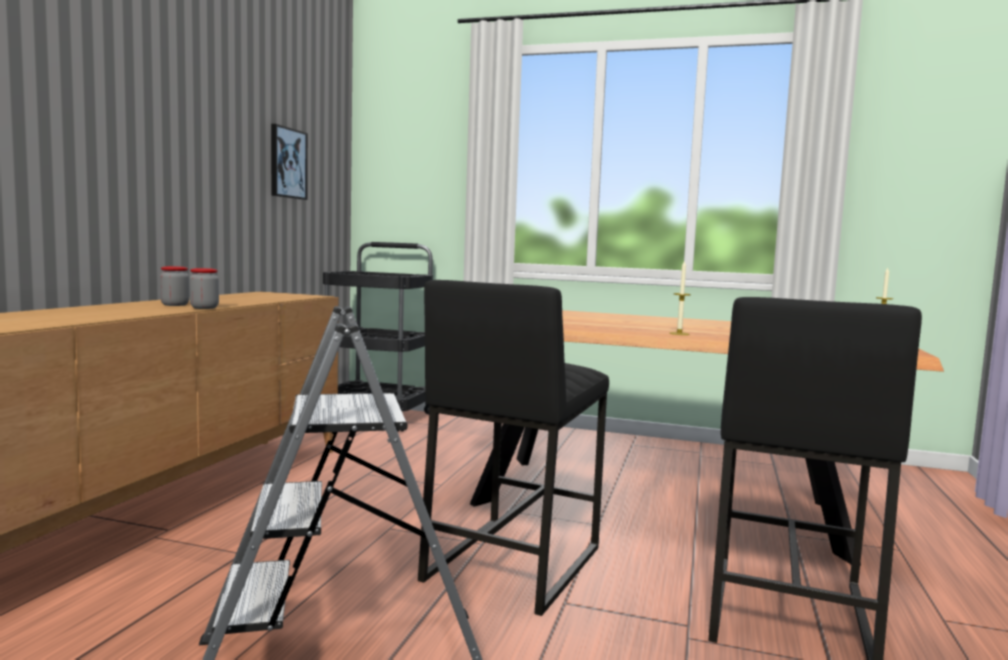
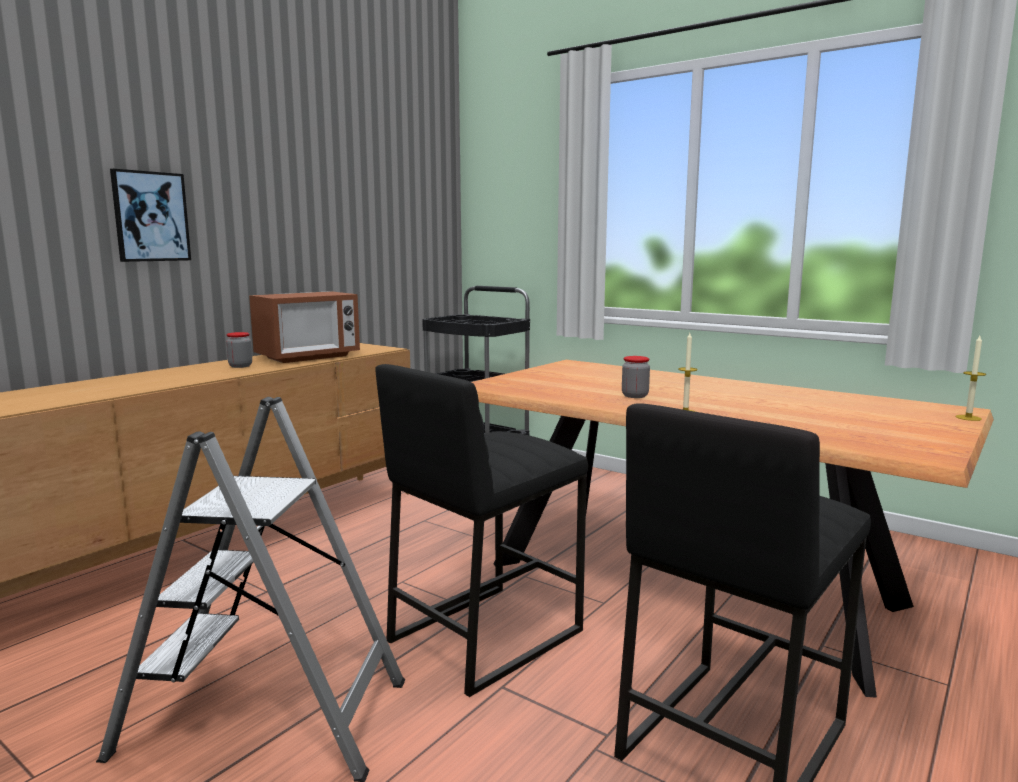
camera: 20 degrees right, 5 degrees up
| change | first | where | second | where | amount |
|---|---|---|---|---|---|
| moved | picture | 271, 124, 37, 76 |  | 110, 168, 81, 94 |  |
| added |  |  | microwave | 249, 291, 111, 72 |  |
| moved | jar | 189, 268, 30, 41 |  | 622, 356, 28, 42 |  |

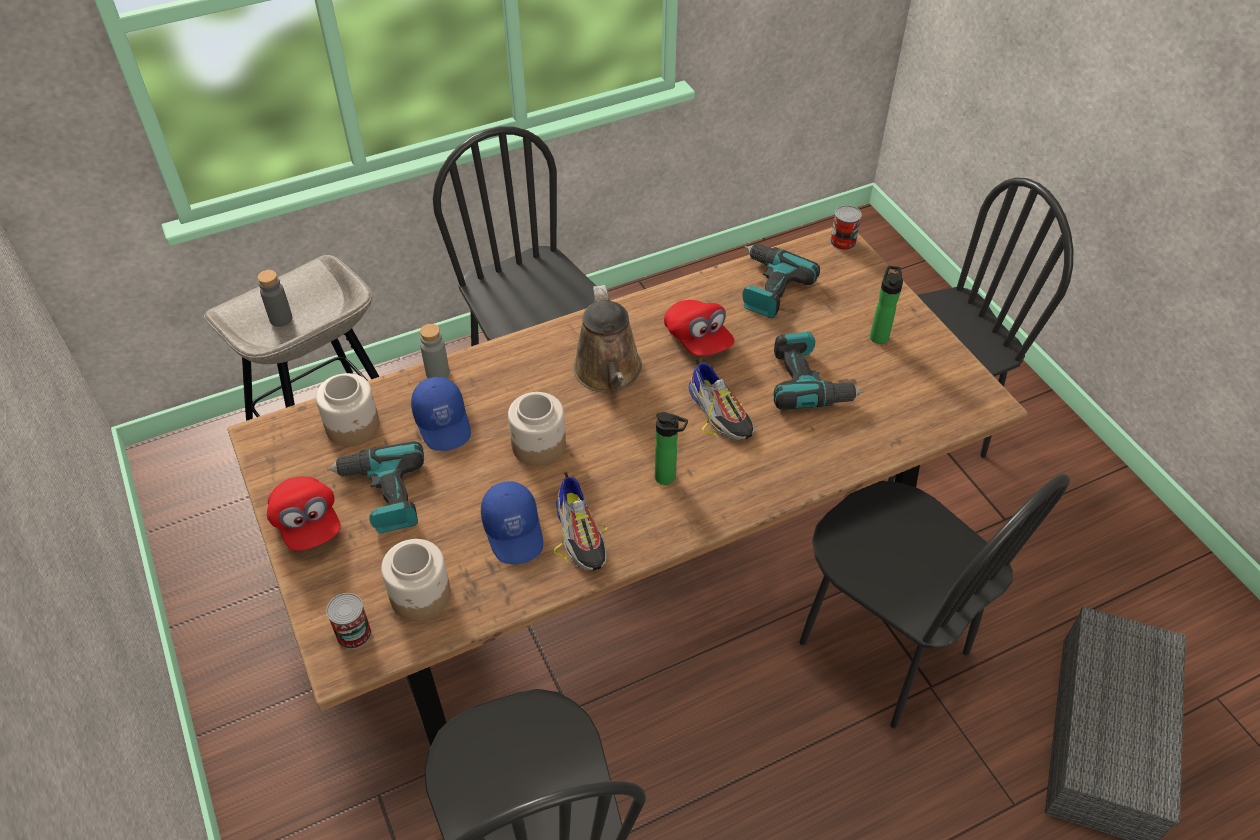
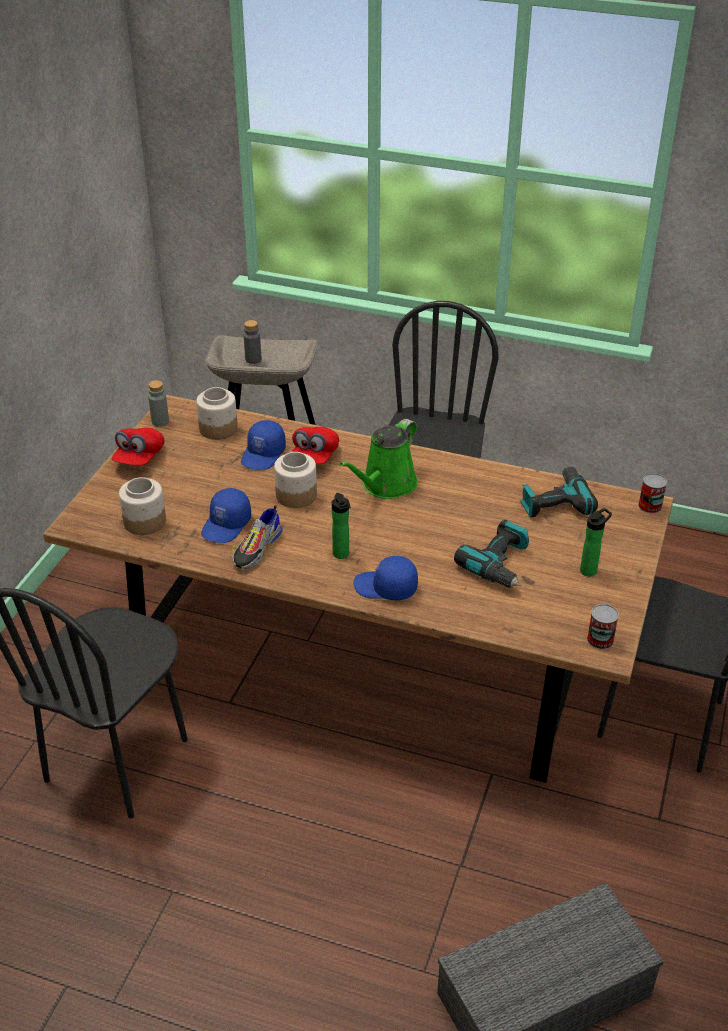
camera: 45 degrees right, 10 degrees down
| change | first | where | second | where | amount |
|---|---|---|---|---|---|
| moved | grey bottle | 420, 324, 29, 54 |  | 148, 380, 21, 47 |  |
| moved | red cap | 664, 300, 71, 56 |  | 292, 427, 47, 37 |  |
| recoloured | brown watering can | 573, 285, 69, 107 | green watering can | 340, 419, 78, 80 |  |
| added |  |  | blue cap | 353, 556, 65, 44 |  |
| moved | can | 326, 593, 46, 56 |  | 587, 604, 32, 46 |  |
| removed | power drill | 327, 441, 97, 92 |  |  |  |
| removed | shoe | 688, 359, 67, 81 |  |  |  |
| removed | black chair | 800, 474, 270, 254 |  |  |  |

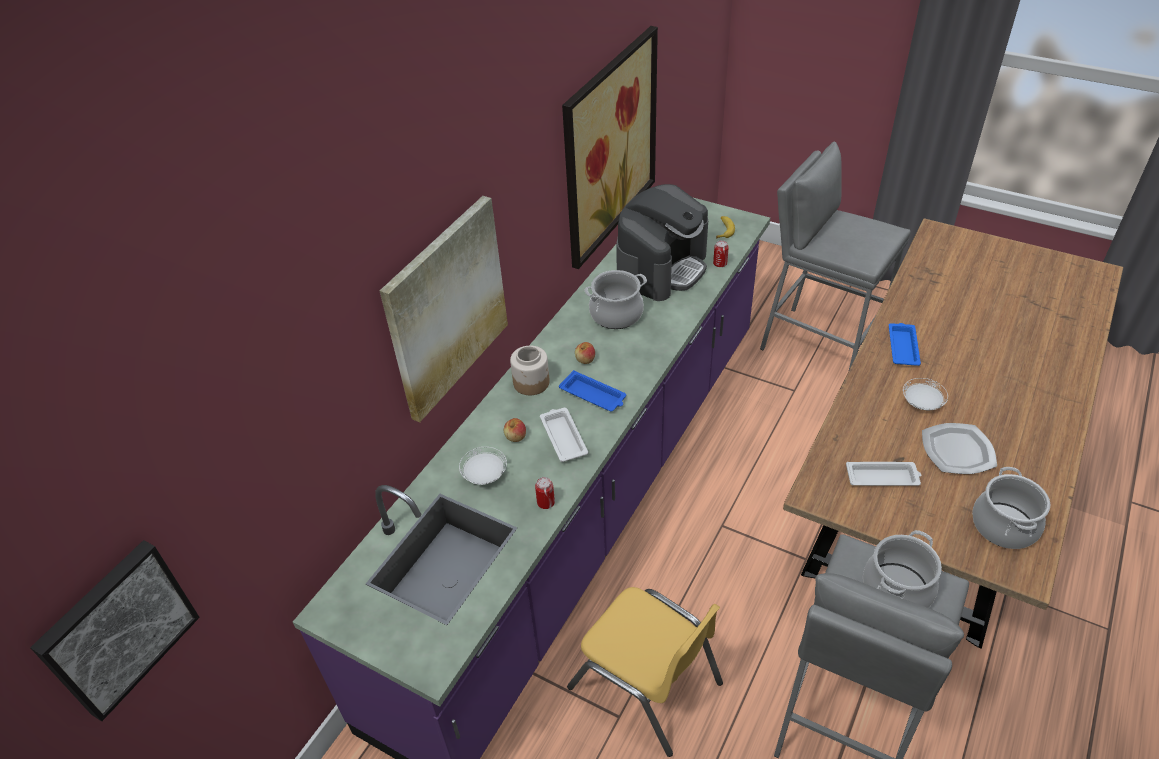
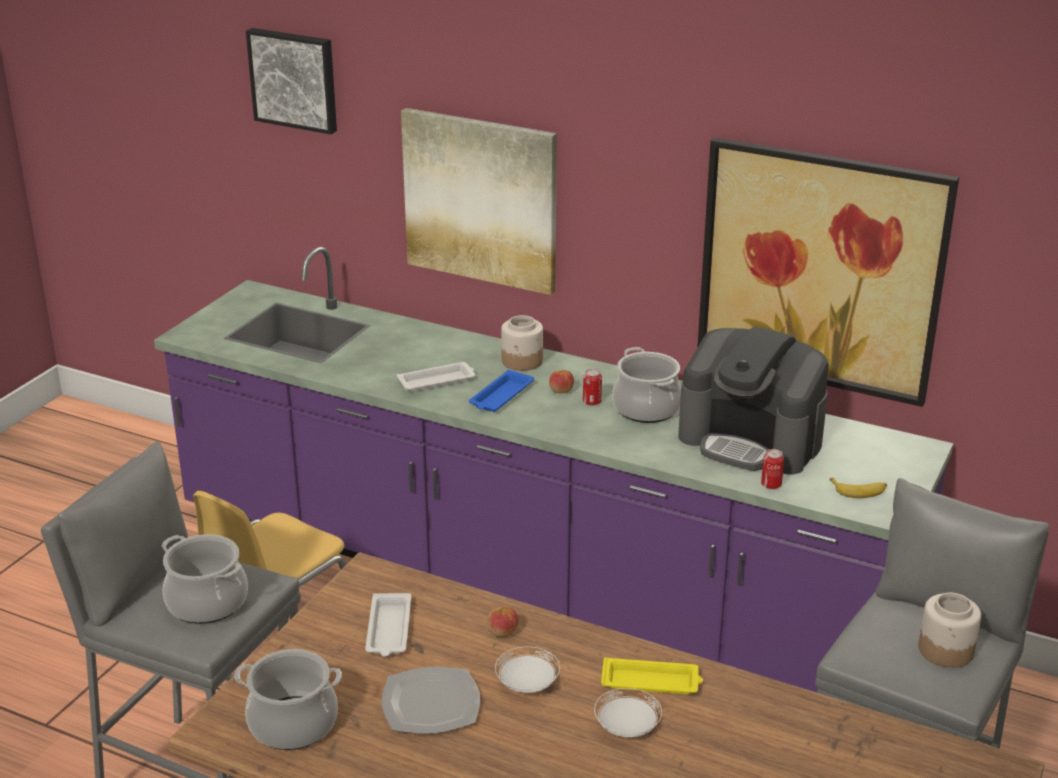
camera: 85 degrees right, 15 degrees down
| change | first | where | second | where | amount |
|---|---|---|---|---|---|
| moved | picture | 30, 540, 169, 181 |  | 246, 28, 91, 106 |  |
| moved | apple | 504, 418, 22, 24 |  | 488, 606, 30, 31 |  |
| moved | can | 535, 477, 20, 32 |  | 583, 369, 19, 37 |  |
| moved | white plate | 459, 447, 48, 38 |  | 594, 688, 68, 49 |  |
| recoloured | blue tray | 889, 323, 32, 43 | yellow tray | 601, 657, 102, 37 |  |
| added |  |  | jar | 919, 593, 62, 75 |  |

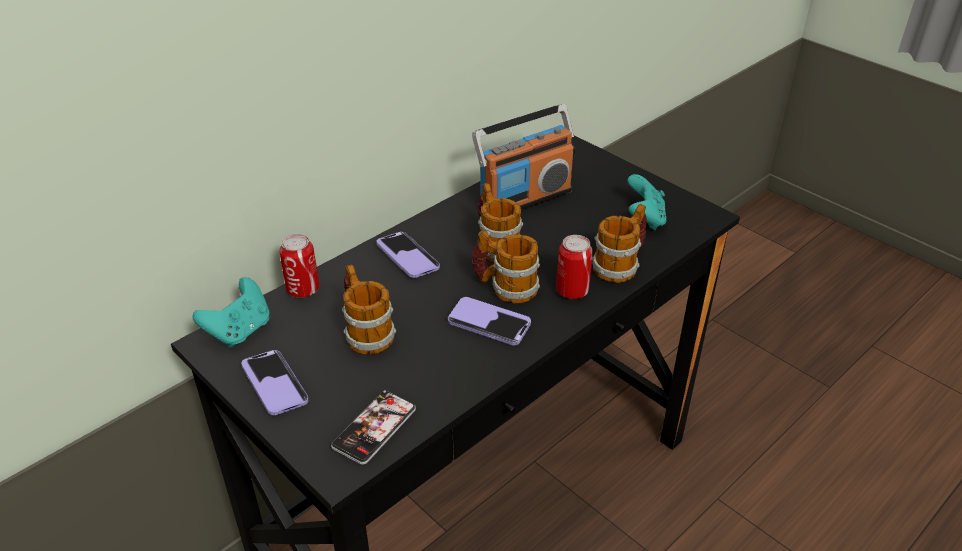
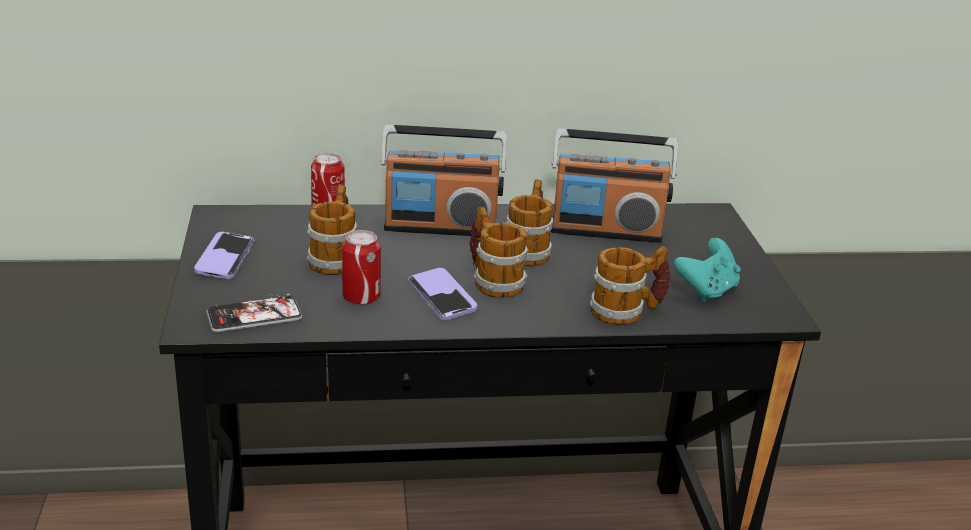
camera: 35 degrees right, 10 degrees down
| change | first | where | second | where | amount |
|---|---|---|---|---|---|
| moved | can | 556, 235, 37, 64 |  | 342, 230, 39, 75 |  |
| replaced | phone | 376, 232, 64, 46 | radio | 380, 125, 127, 111 |  |
| removed | turquoise game controller | 193, 277, 77, 70 |  |  |  |

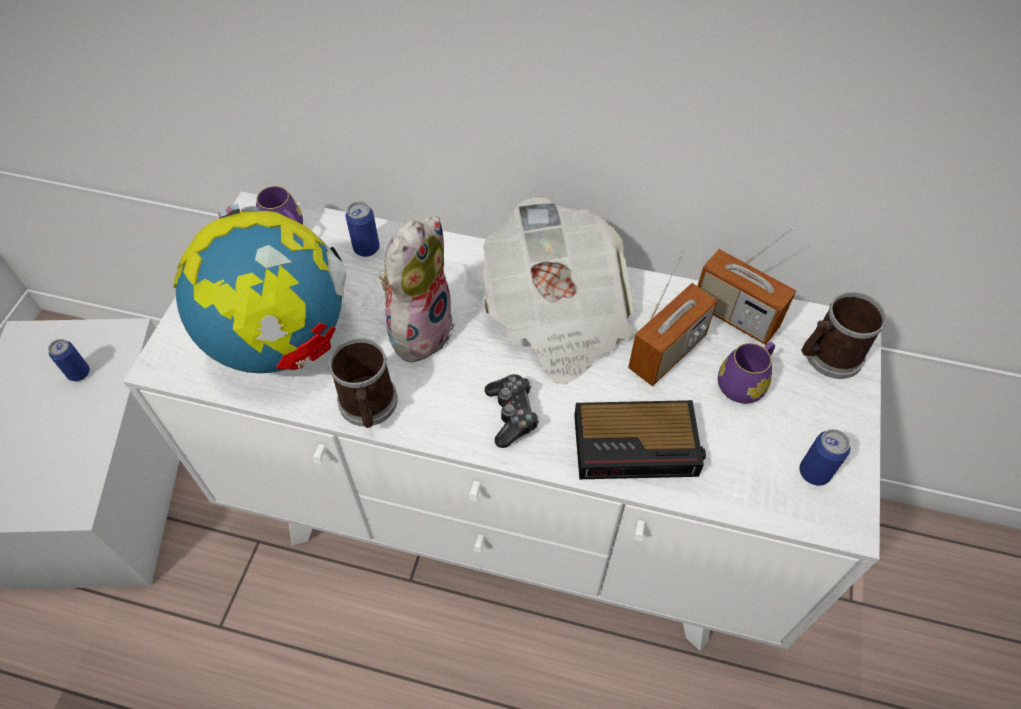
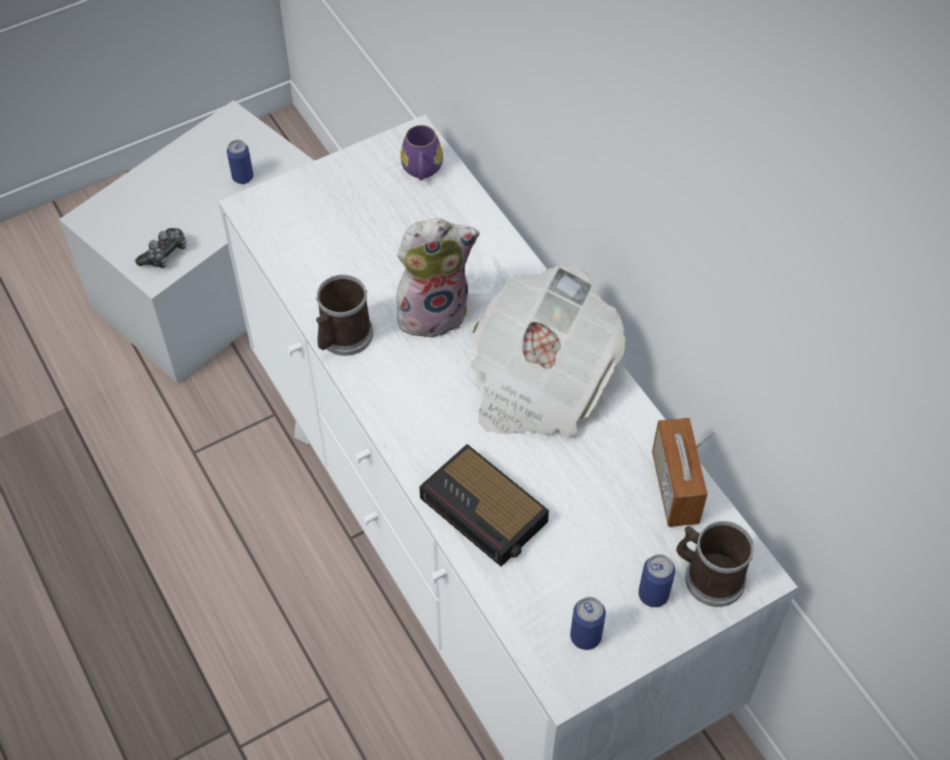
camera: 45 degrees right, 0 degrees up
| change | first | where | second | where | amount |
|---|---|---|---|---|---|
| moved | game controller | 485, 374, 54, 74 |  | 135, 228, 52, 40 |  |
| moved | can | 345, 201, 34, 56 |  | 638, 554, 37, 53 |  |
| removed | globe | 173, 204, 173, 169 |  |  |  |
| removed | radio | 628, 250, 90, 136 |  |  |  |
| removed | purple mug | 718, 342, 57, 61 |  |  |  |

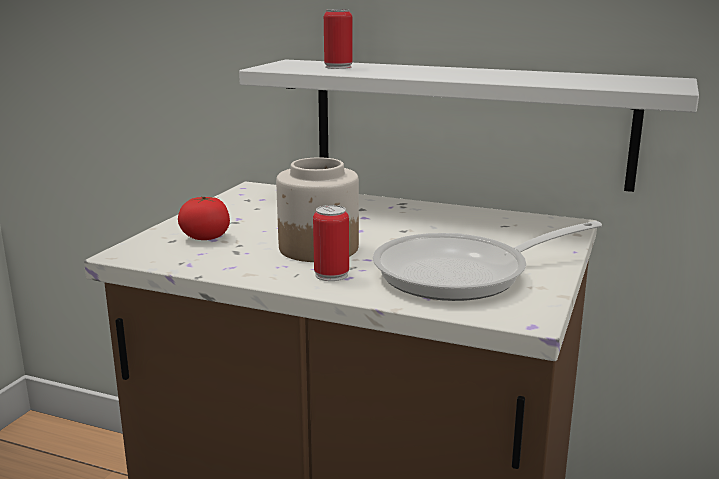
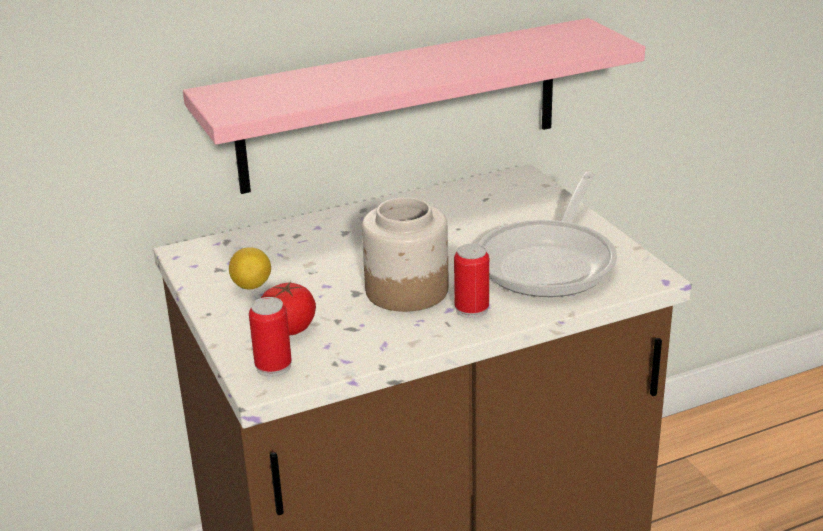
camera: 45 degrees left, 10 degrees up
| change | first | where | second | where | amount |
|---|---|---|---|---|---|
| recoloured | white shelf | 239, 59, 460, 133 | pink shelf | 183, 18, 462, 176 |  |
| added |  |  | lemon | 229, 247, 42, 43 |  |
| moved | can | 324, 9, 29, 60 |  | 249, 297, 43, 80 |  |

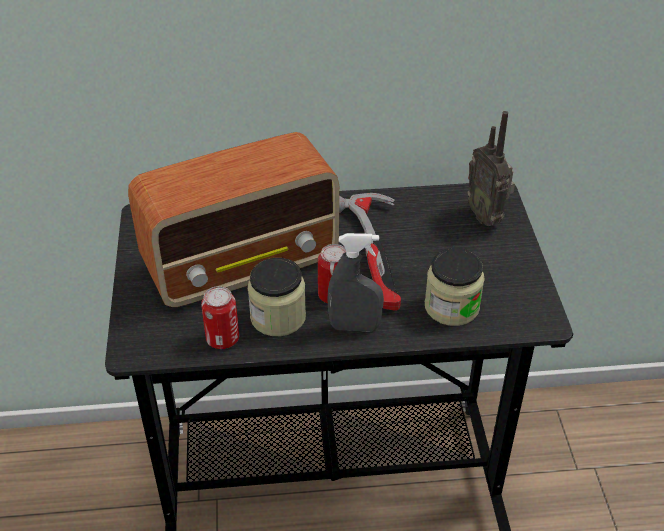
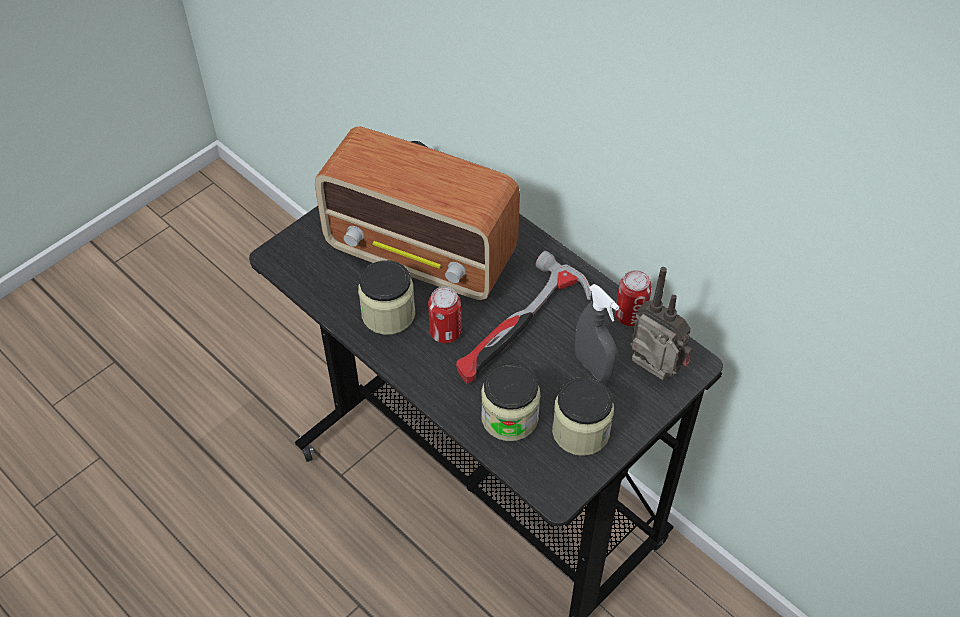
camera: 50 degrees right, 10 degrees up
| change | first | where | second | where | amount |
|---|---|---|---|---|---|
| added |  |  | jar | 552, 377, 62, 79 |  |
| moved | grey spray bottle | 328, 233, 56, 98 |  | 575, 284, 44, 98 |  |
| moved | can | 201, 286, 38, 63 |  | 615, 270, 37, 56 |  |
| turned | radio | 468, 111, 47, 115 |  | 630, 267, 63, 113 | 105 degrees clockwise |

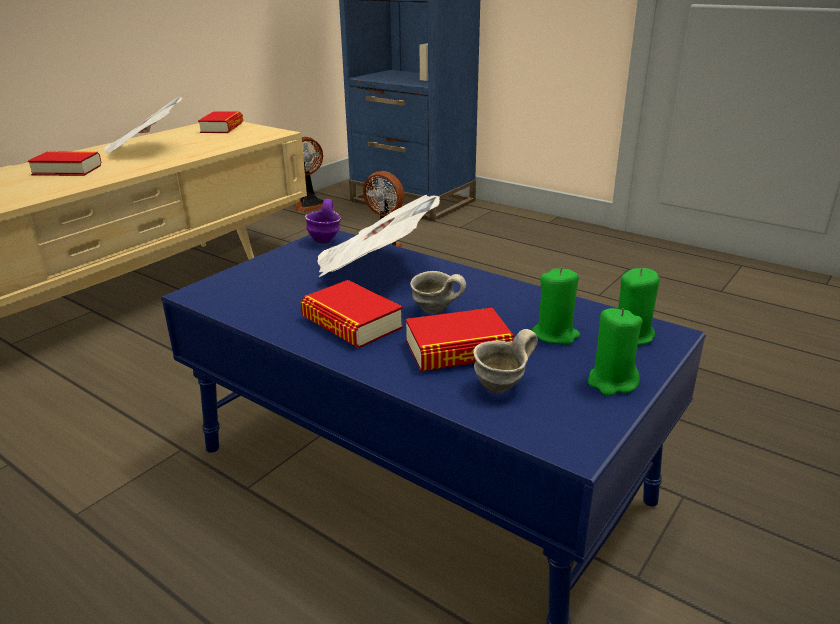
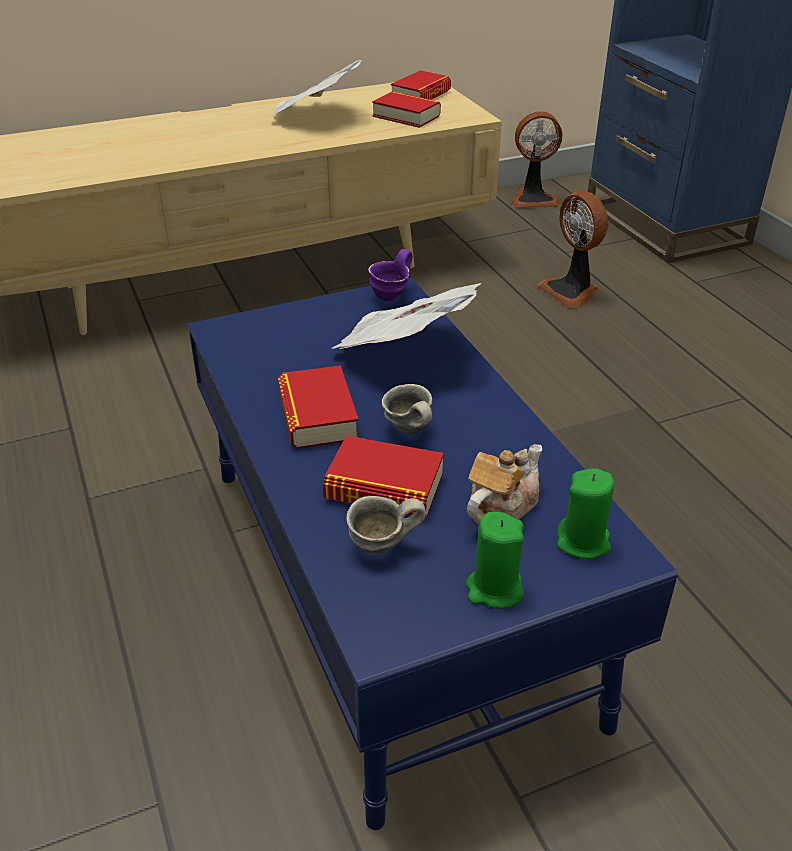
camera: 30 degrees right, 10 degrees up
| change | first | where | second | where | amount |
|---|---|---|---|---|---|
| moved | book | 28, 152, 74, 24 |  | 372, 91, 69, 37 |  |
| replaced | green candle | 532, 267, 48, 78 | teapot | 467, 444, 75, 81 |  |

